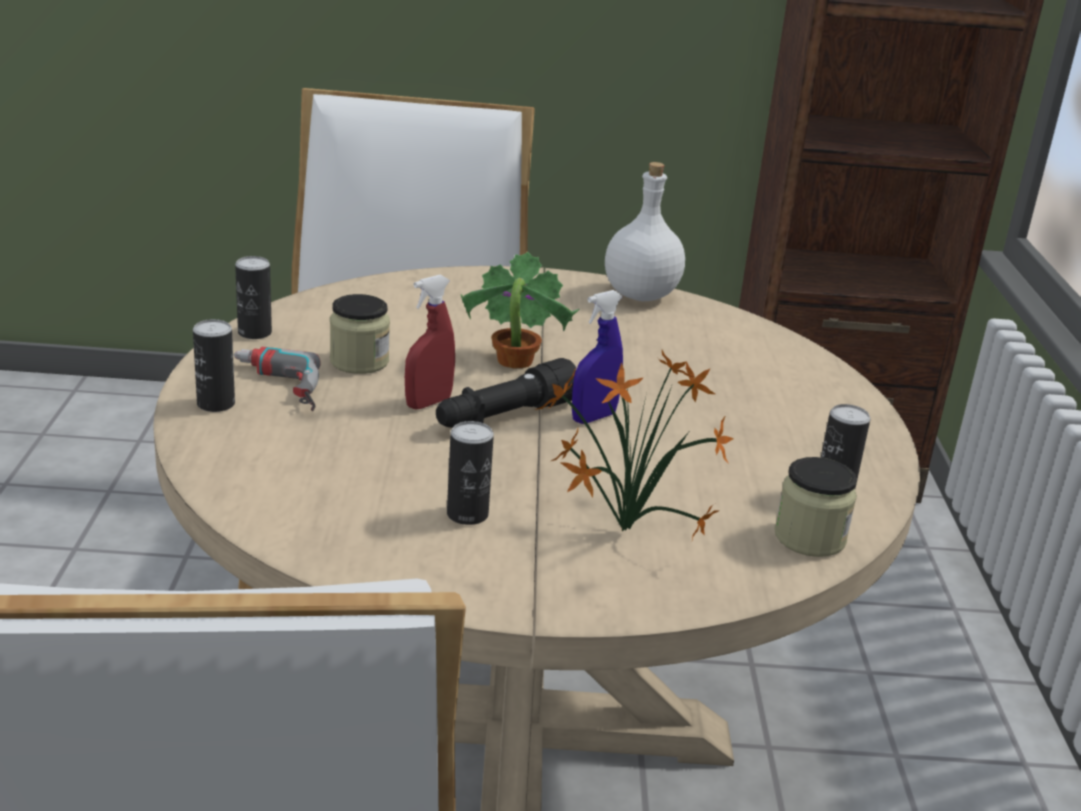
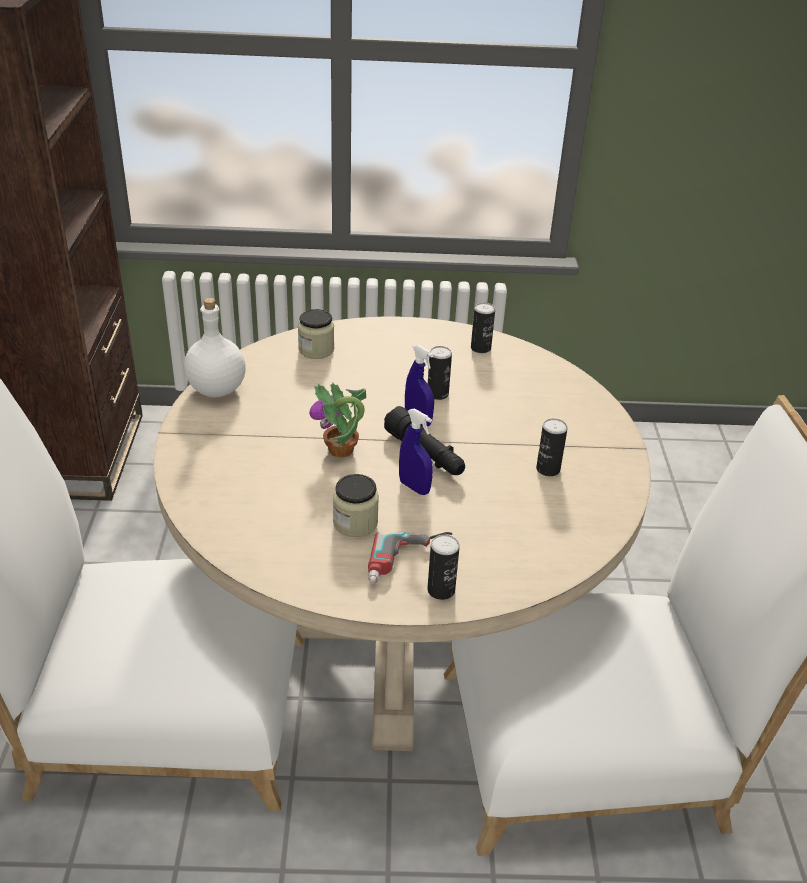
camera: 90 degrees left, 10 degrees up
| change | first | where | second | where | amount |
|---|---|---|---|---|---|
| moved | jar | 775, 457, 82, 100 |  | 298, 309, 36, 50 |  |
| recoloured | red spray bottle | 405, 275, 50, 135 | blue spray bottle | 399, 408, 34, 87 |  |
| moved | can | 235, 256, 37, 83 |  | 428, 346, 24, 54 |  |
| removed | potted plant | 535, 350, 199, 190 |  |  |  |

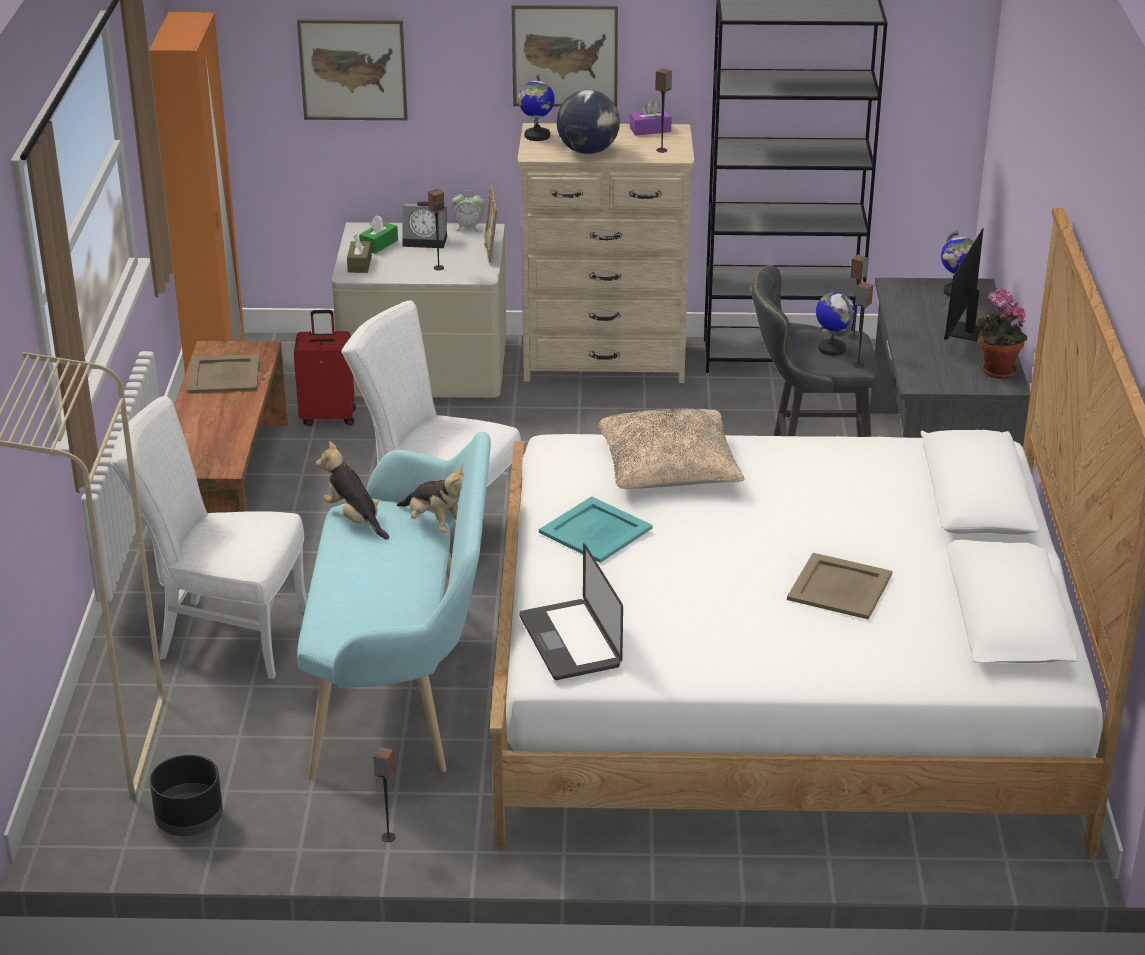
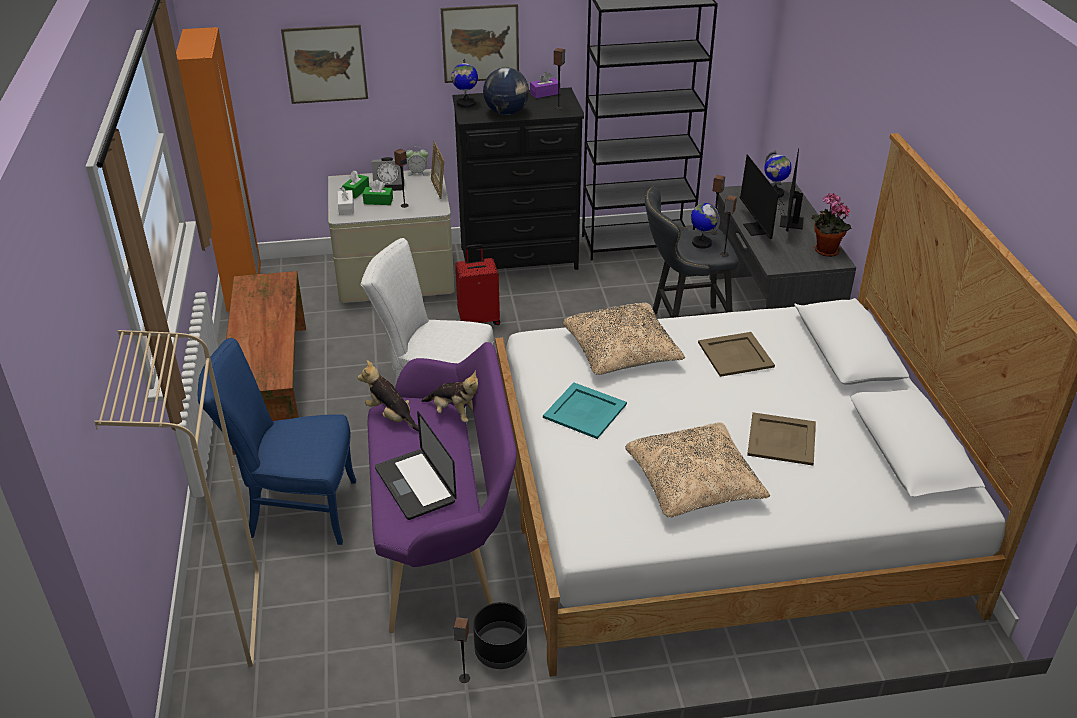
camera: 10 degrees left, 5 degrees up
| change | first | where | second | where | amount |
|---|---|---|---|---|---|
| recoloured | white chair | 111, 396, 196, 283 | blue chair | 198, 338, 158, 207 |  |
| recoloured | brown tissue box | 347, 235, 25, 38 | white tissue box | 338, 187, 16, 28 |  |
| added |  |  | green tissue box | 363, 180, 30, 25 |  |
| recoloured | turquoise bench | 297, 432, 194, 348 | purple bench | 368, 342, 149, 291 |  |
| moved | laptop | 519, 543, 104, 137 |  | 375, 411, 82, 109 |  |
| recoloured | beige dresser | 518, 123, 177, 260 | black dresser | 453, 87, 131, 183 |  |
| moved | red suitcase | 294, 310, 62, 116 |  | 455, 244, 45, 81 |  |
| moved | black planter | 150, 755, 73, 81 |  | 473, 602, 54, 67 |  |
| added |  |  | beige pillow | 625, 422, 145, 96 |  |
| moved | beige tray | 187, 354, 73, 39 |  | 698, 332, 77, 45 |  |
| added |  |  | monitor | 740, 154, 45, 85 |  |

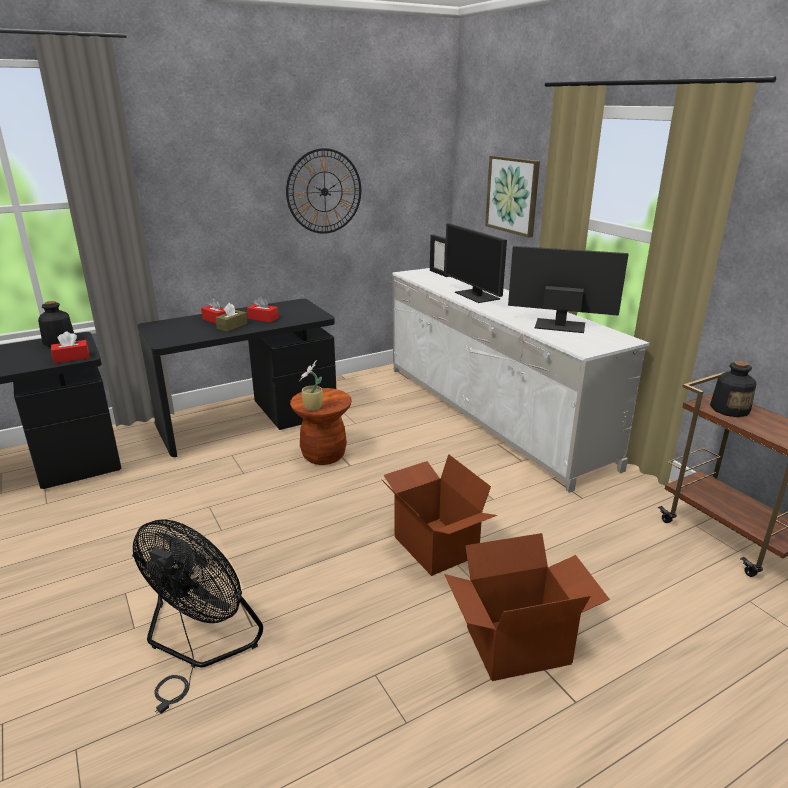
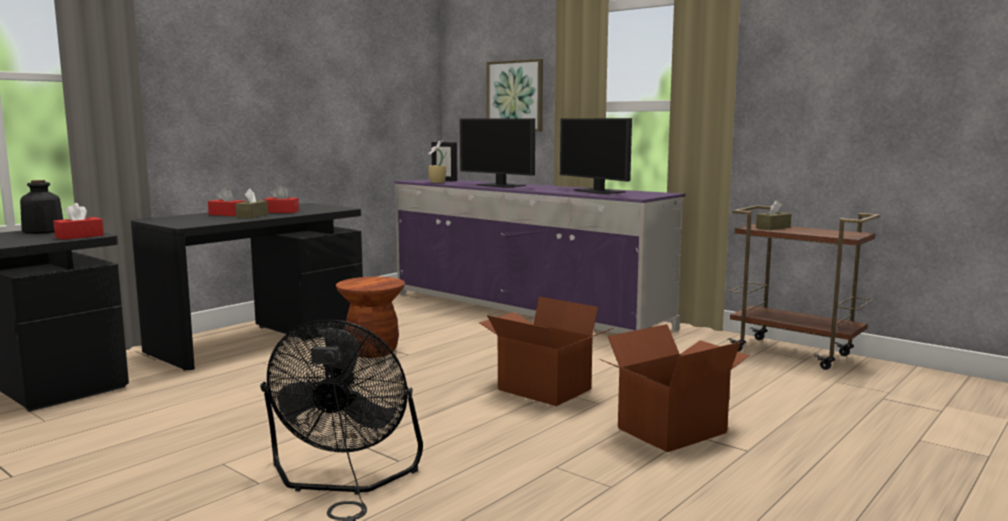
camera: 20 degrees left, 15 degrees down
| change | first | where | second | where | amount |
|---|---|---|---|---|---|
| recoloured | white cabinet | 392, 268, 258, 225 | purple cabinet | 395, 180, 291, 154 |  |
| moved | potted plant | 300, 360, 23, 51 |  | 427, 140, 20, 43 |  |
| turned | monitor | 508, 246, 121, 87 |  | 560, 118, 72, 76 | 120 degrees counterclockwise |
| replaced | bottle | 710, 361, 47, 56 | brown tissue box | 756, 200, 36, 30 |  |
| removed | wall clock | 286, 148, 75, 86 |  |  |  |

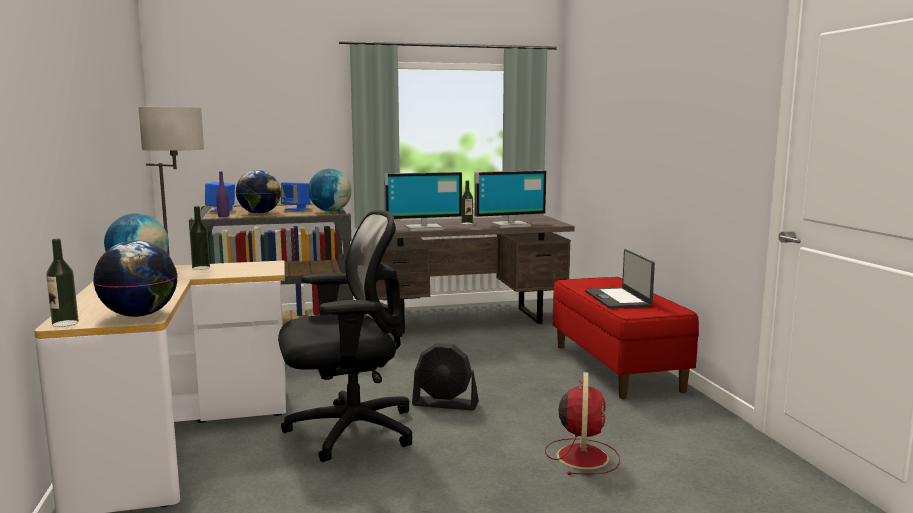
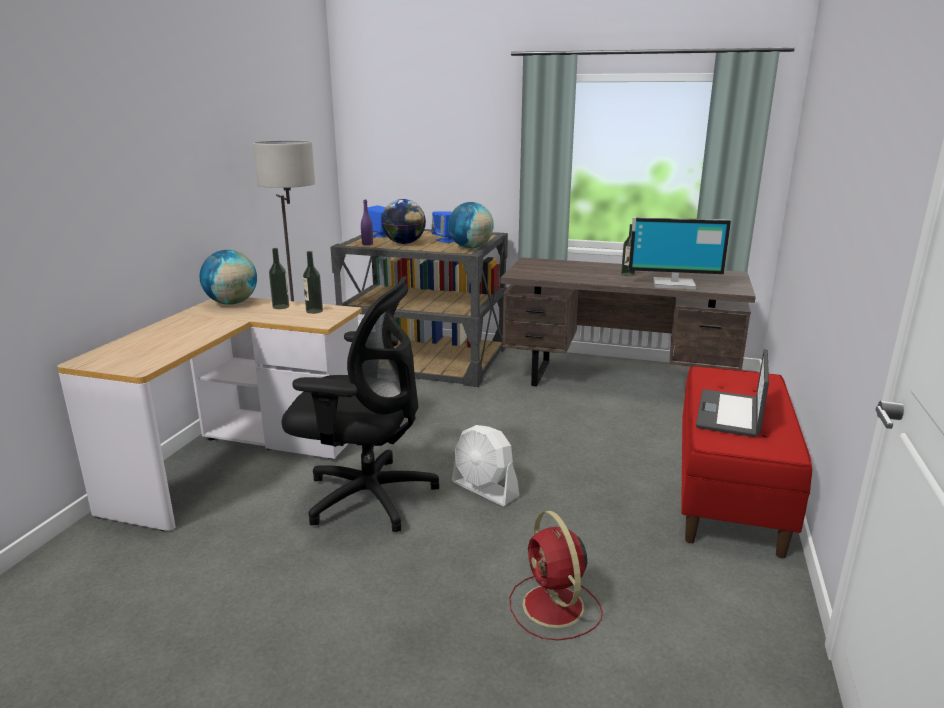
camera: 30 degrees right, 10 degrees up
| change | first | where | second | where | amount |
|---|---|---|---|---|---|
| moved | bottle | 46, 239, 33, 88 |  | 303, 251, 20, 63 |  |
| recoloured | black fan | 412, 343, 67, 67 | white fan | 452, 425, 67, 81 |  |
| turned | red fan | 545, 372, 75, 103 |  | 509, 511, 94, 129 | 120 degrees clockwise |
| removed | globe | 94, 240, 84, 77 |  |  |  |
| removed | monitor | 384, 172, 78, 59 |  |  |  |

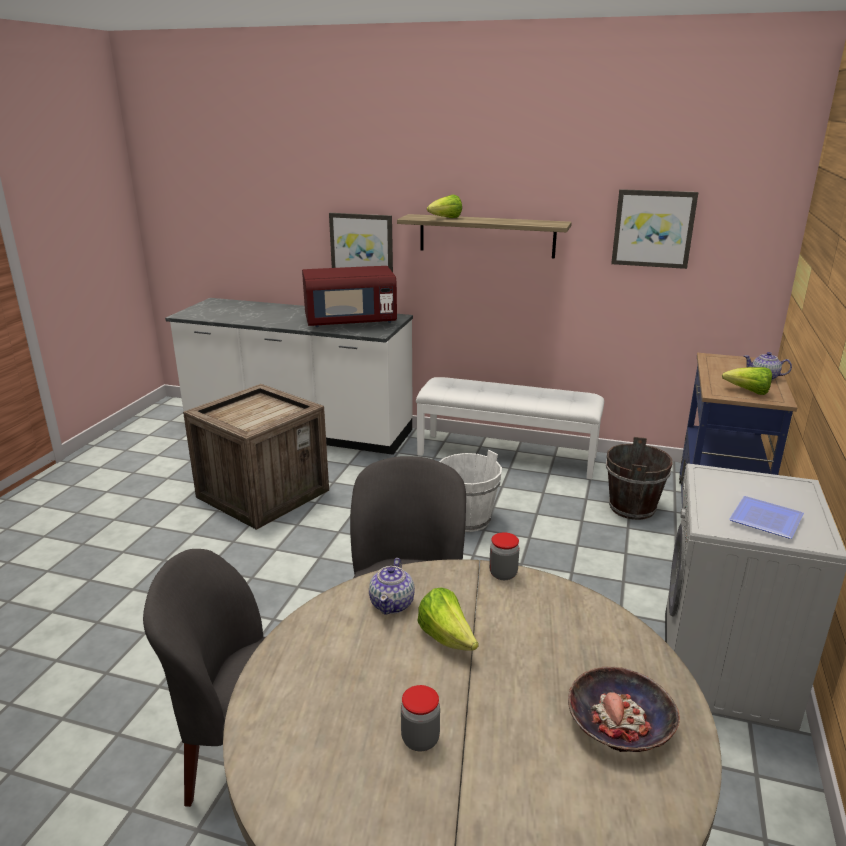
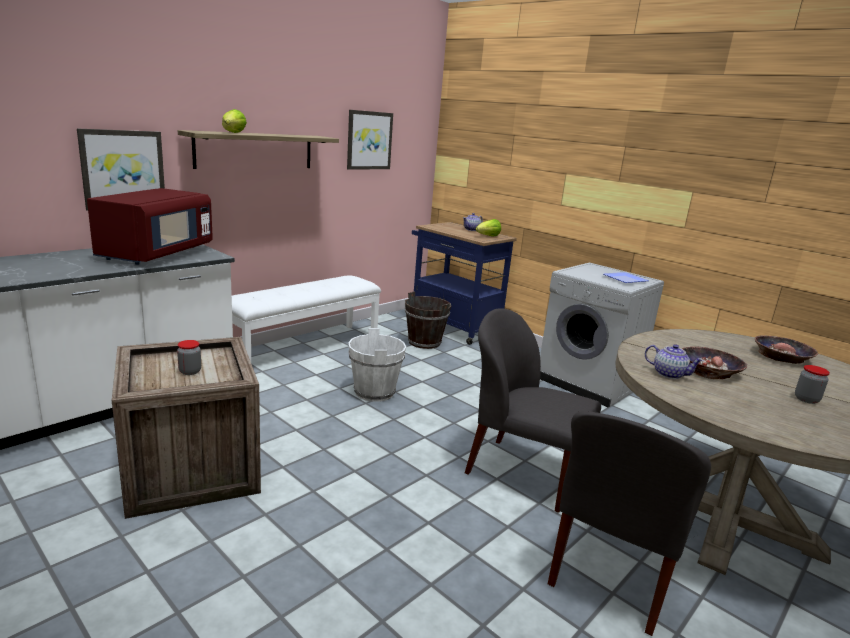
camera: 65 degrees left, 5 degrees down
| change | first | where | second | where | amount |
|---|---|---|---|---|---|
| moved | jar | 489, 532, 30, 48 |  | 177, 340, 24, 35 |  |
| replaced | lettuce | 417, 587, 62, 64 | bowl | 682, 346, 65, 33 |  |

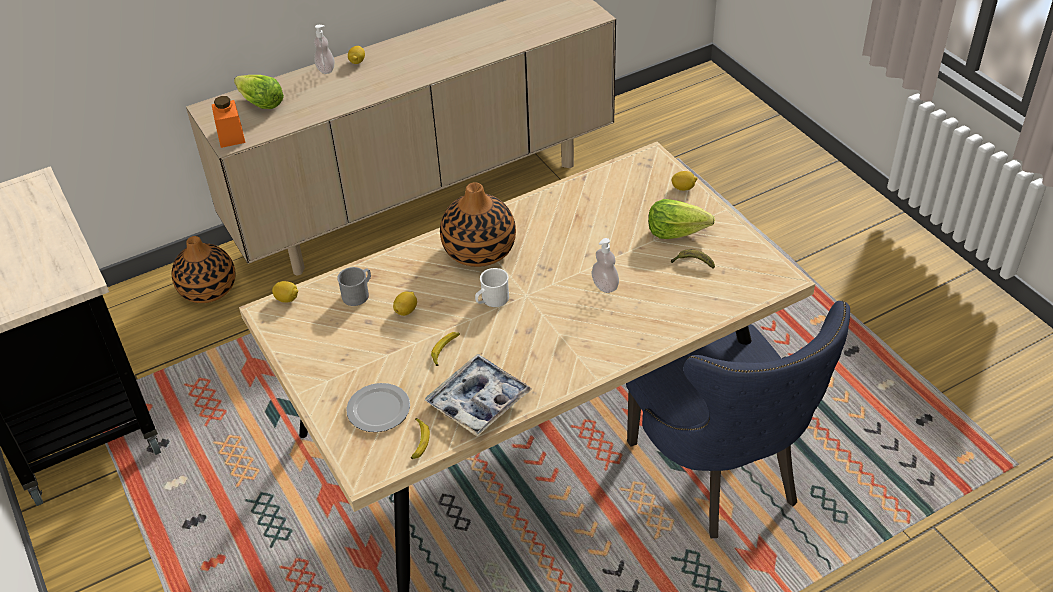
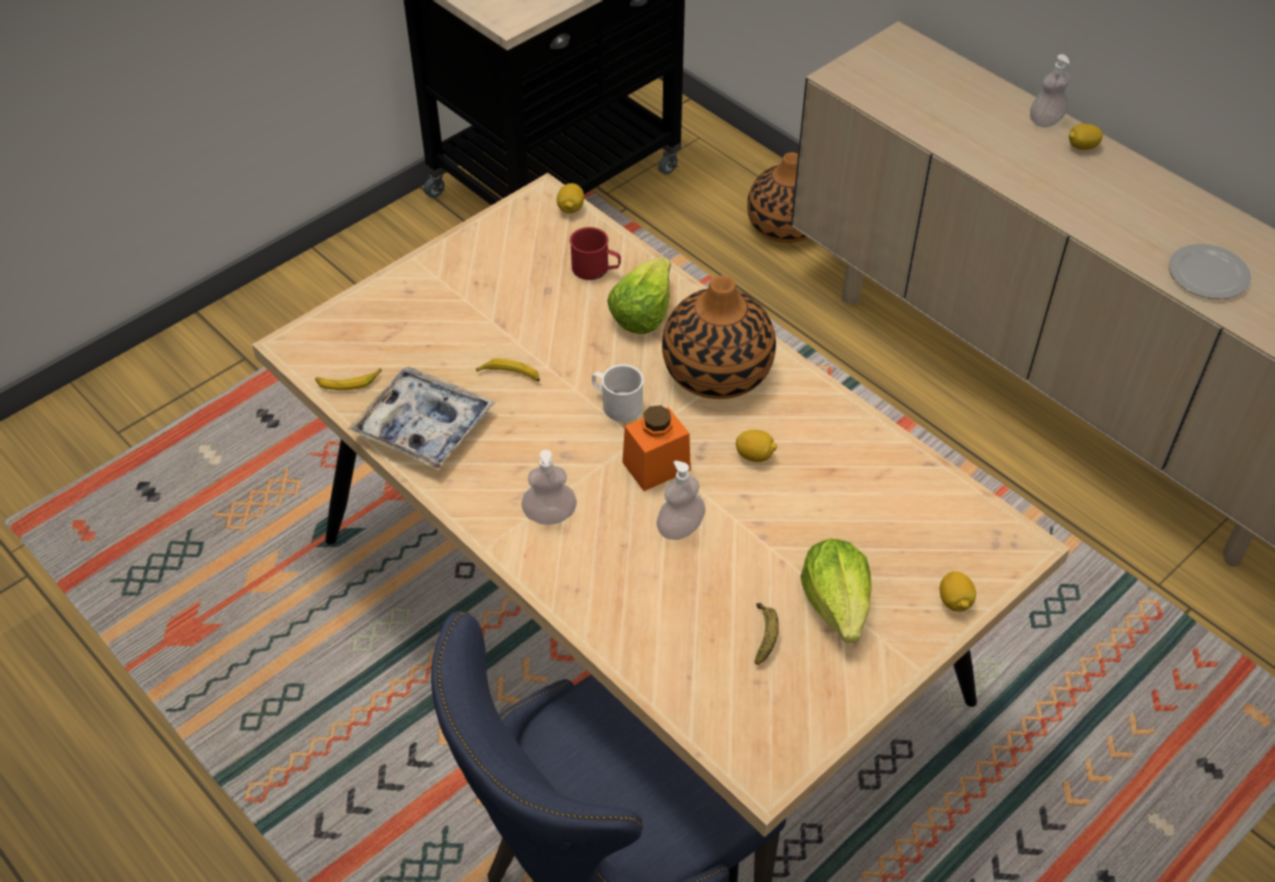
camera: 75 degrees right, 5 degrees up
| change | first | where | second | where | amount |
|---|---|---|---|---|---|
| added |  |  | soap dispenser | 521, 450, 56, 75 |  |
| recoloured | grey mug | 337, 267, 34, 39 | red mug | 570, 227, 51, 53 |  |
| moved | lettuce | 234, 75, 50, 34 |  | 607, 257, 64, 77 |  |
| moved | orange jar | 211, 96, 34, 52 |  | 622, 405, 69, 86 |  |
| moved | lemon | 393, 291, 24, 25 |  | 736, 430, 41, 32 |  |
| moved | plate | 346, 383, 64, 49 |  | 1169, 244, 82, 55 |  |

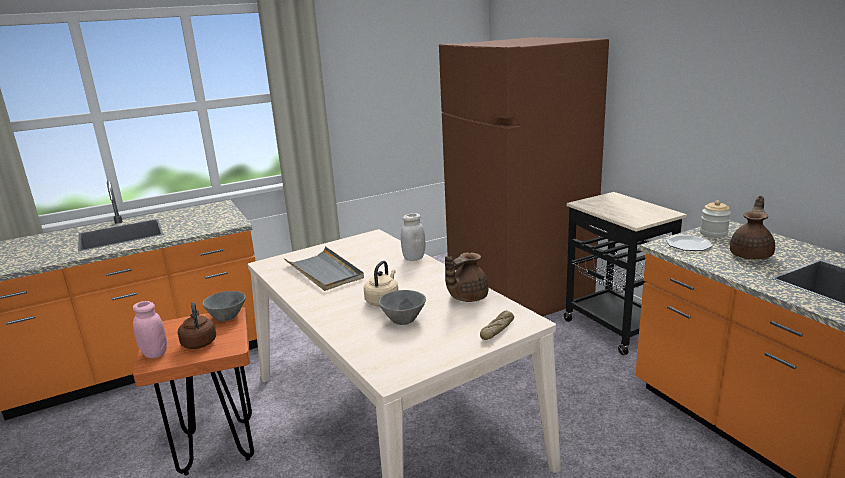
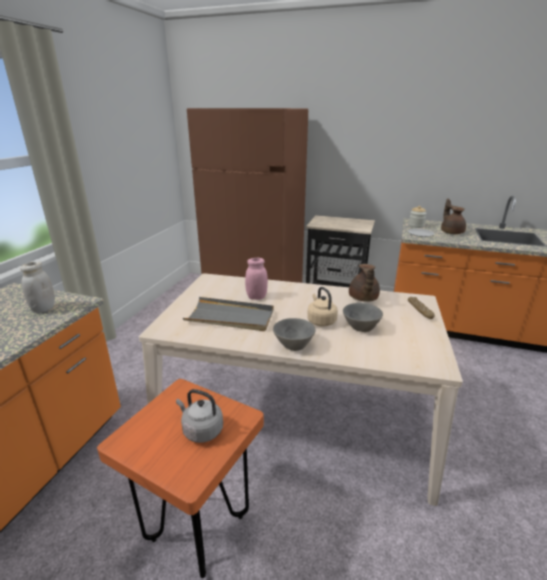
camera: 45 degrees left, 5 degrees up
| change | first | where | second | where | amount |
|---|---|---|---|---|---|
| moved | white jar | 401, 213, 25, 48 |  | 20, 261, 35, 52 |  |
| recoloured | brown kettle | 178, 302, 38, 47 | grey kettle | 176, 389, 47, 54 |  |
| moved | pink jar | 133, 301, 34, 57 |  | 245, 258, 23, 42 |  |
| moved | grey bowl | 203, 291, 43, 30 |  | 273, 318, 43, 33 |  |

